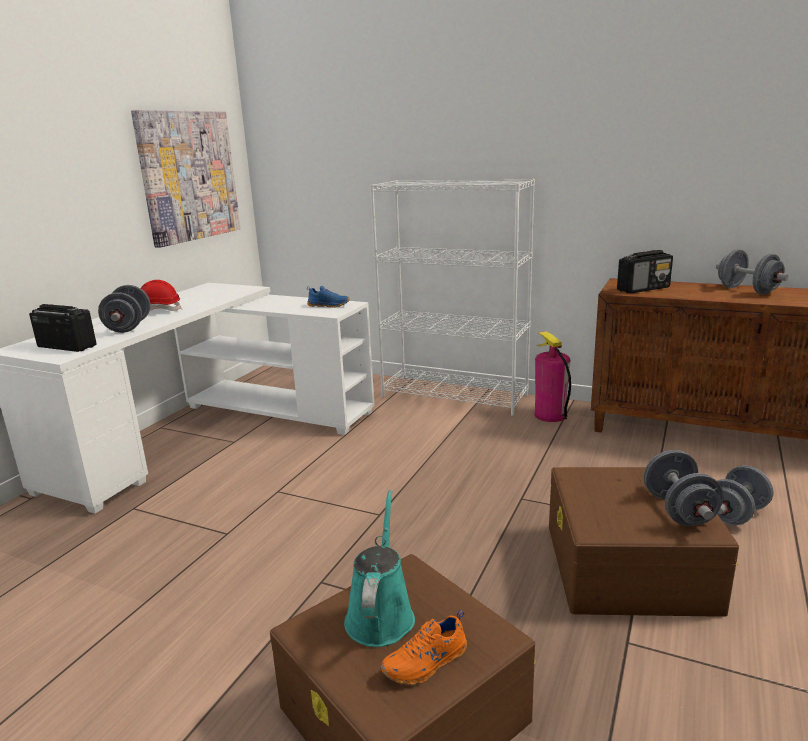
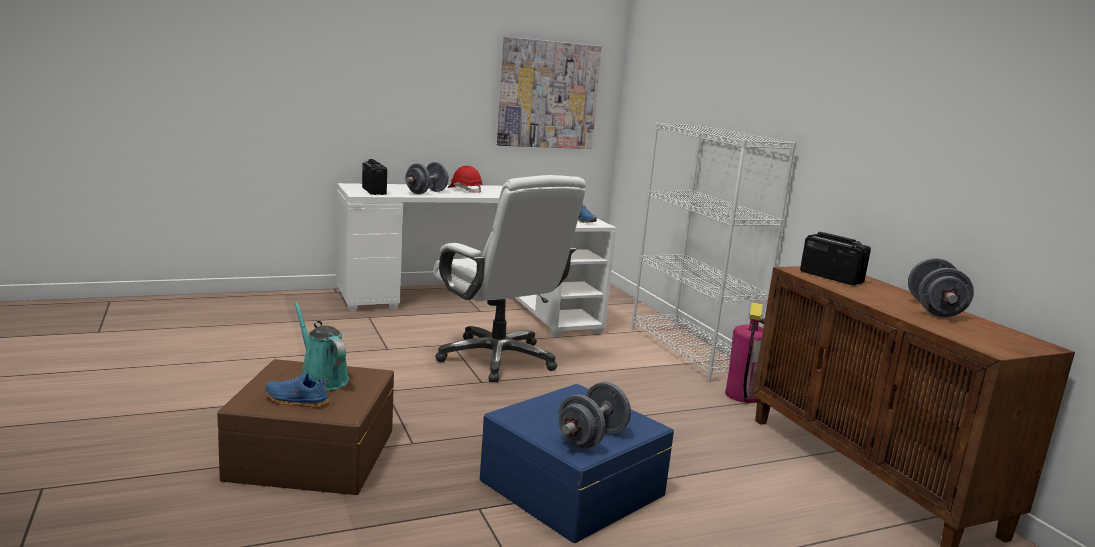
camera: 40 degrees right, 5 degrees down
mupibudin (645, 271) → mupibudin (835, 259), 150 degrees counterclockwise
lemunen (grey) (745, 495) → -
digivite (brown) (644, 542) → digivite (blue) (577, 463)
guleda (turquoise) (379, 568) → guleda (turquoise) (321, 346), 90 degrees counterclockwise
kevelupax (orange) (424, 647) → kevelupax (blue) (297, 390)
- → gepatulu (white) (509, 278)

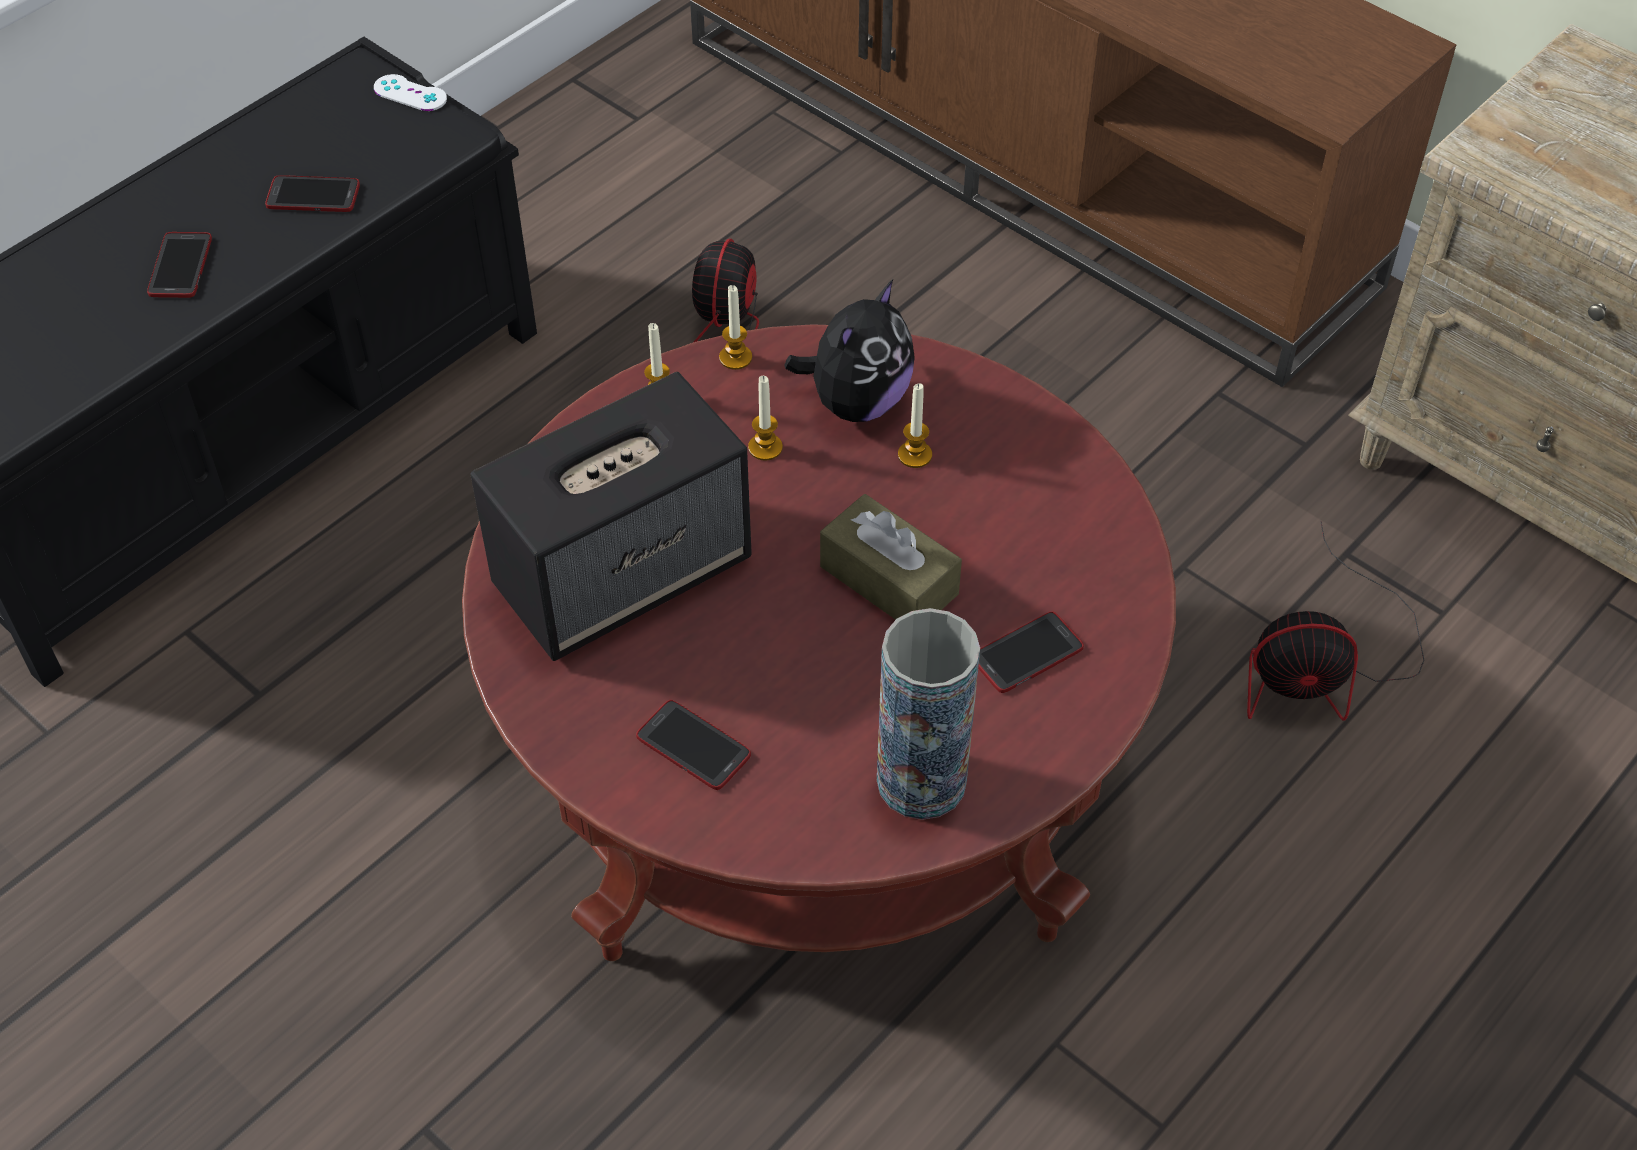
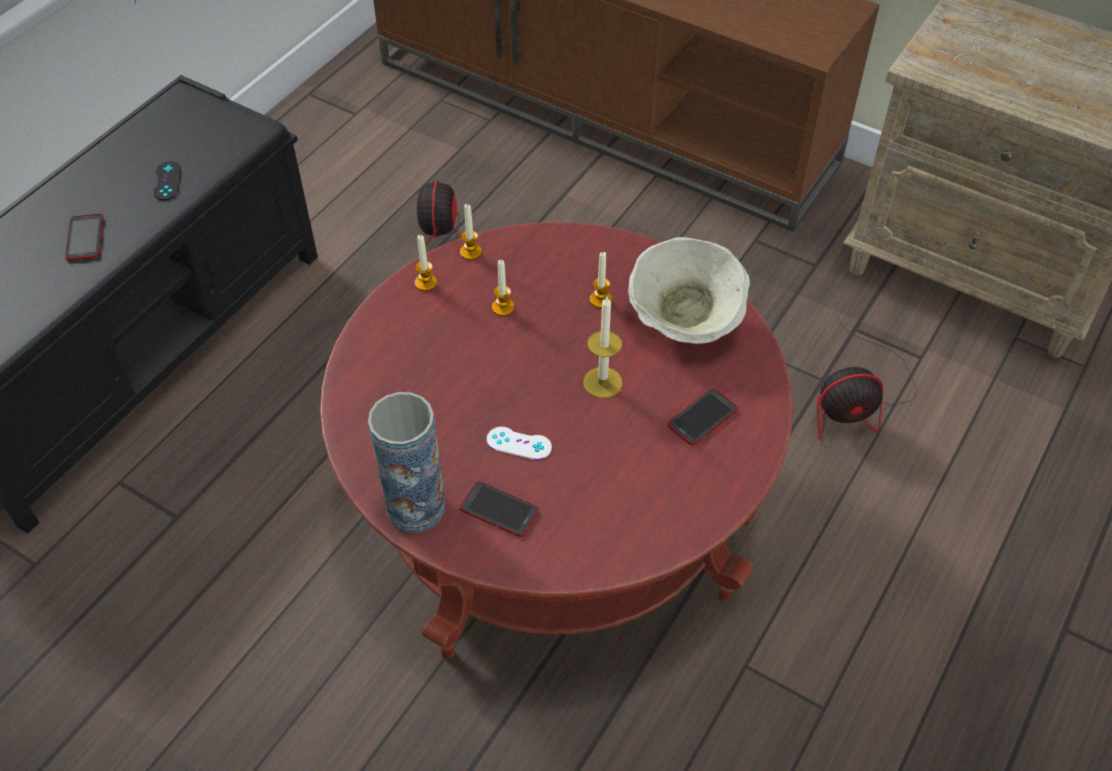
camera: 10 degrees left, 0 degrees up
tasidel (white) (410, 92) → tasidel (white) (519, 443), moved
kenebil (312, 193) → tasidel (black) (167, 180)
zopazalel (849, 350) → -
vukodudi (611, 516) → -
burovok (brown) (891, 557) → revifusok (602, 347)
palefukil (928, 714) → palefukil (406, 462), moved
- → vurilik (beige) (689, 290)

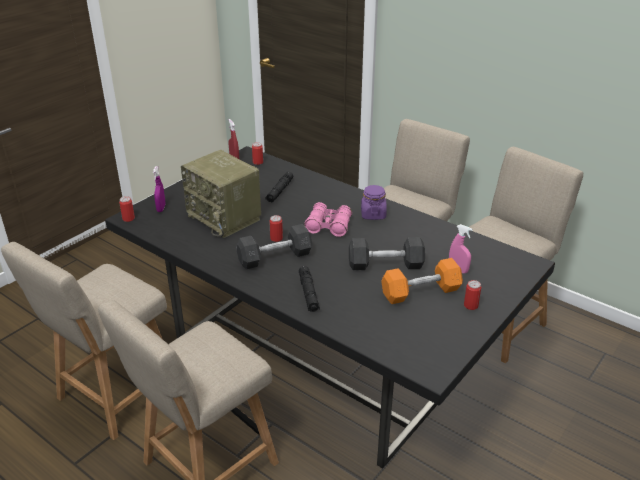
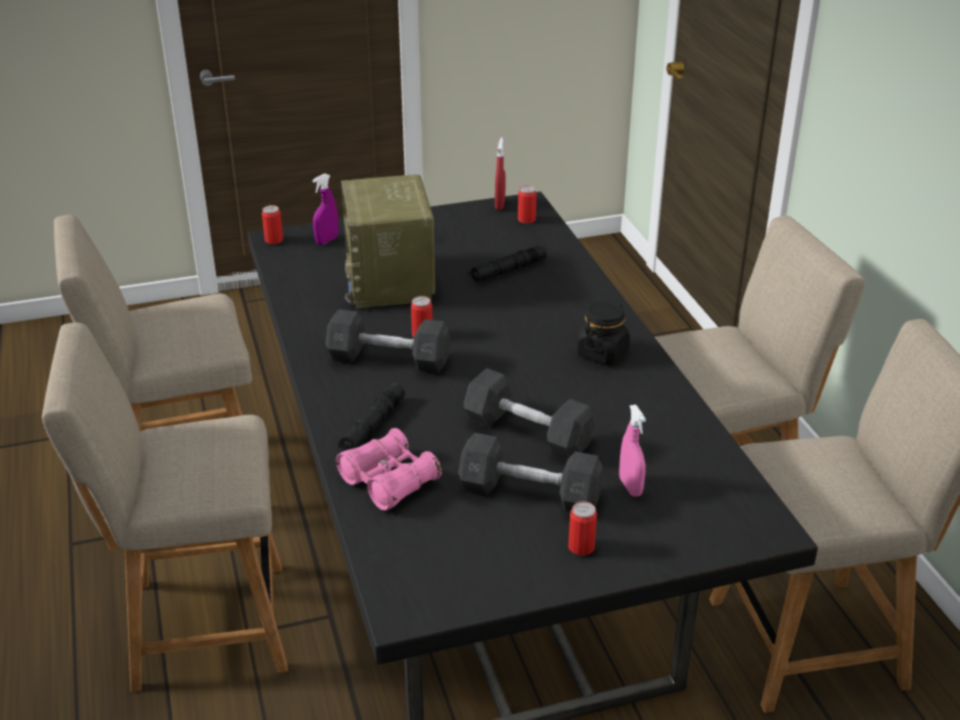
camera: 35 degrees right, 0 degrees up
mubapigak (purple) (374, 202) → mubapigak (black) (603, 333)
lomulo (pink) (328, 219) → lomulo (pink) (389, 469), moved
lemunen (orange) (422, 281) → lemunen (grey) (530, 472)

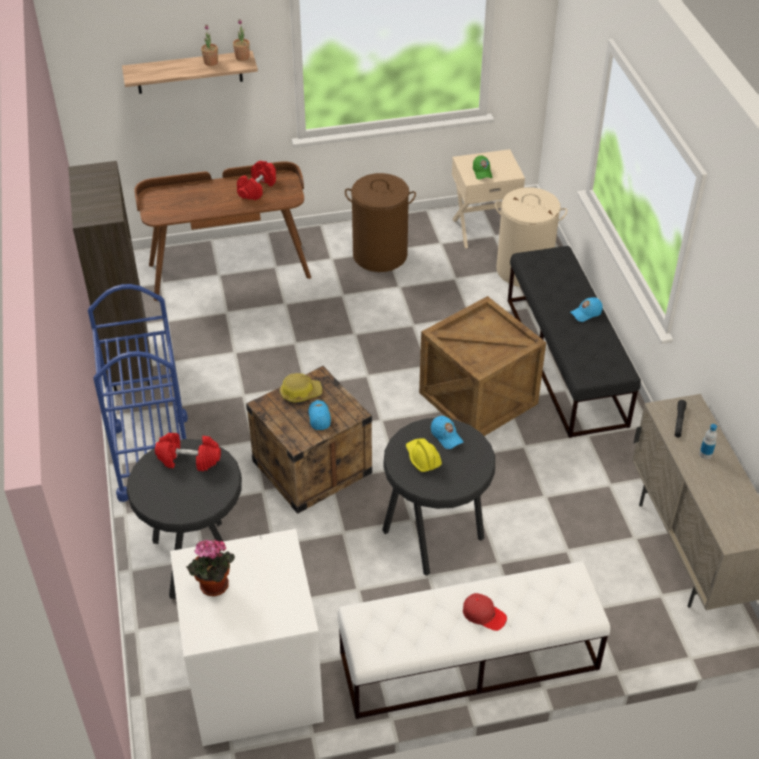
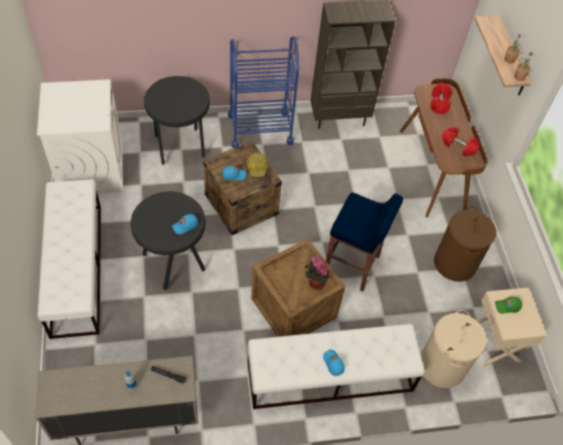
camera: 90 degrees right, 10 degrees up
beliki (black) (574, 342) → beliki (white) (336, 366)
lemunen (red) (188, 452) → lemunen (red) (441, 98), moved
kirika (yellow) (424, 455) → -
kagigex (210, 567) → kagigex (317, 273), moved
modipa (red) (485, 612) → -
- → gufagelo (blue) (364, 242)

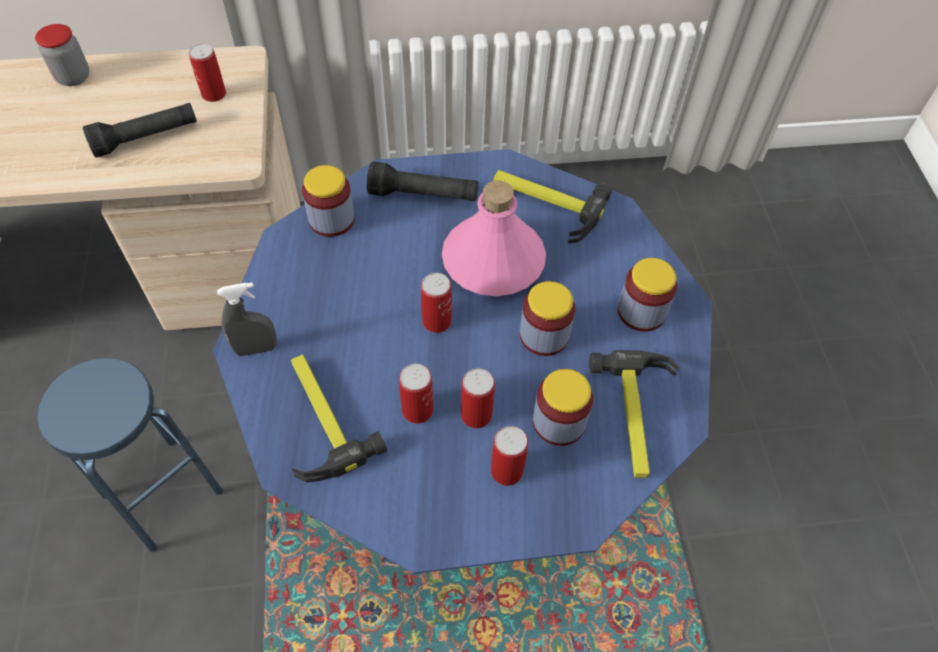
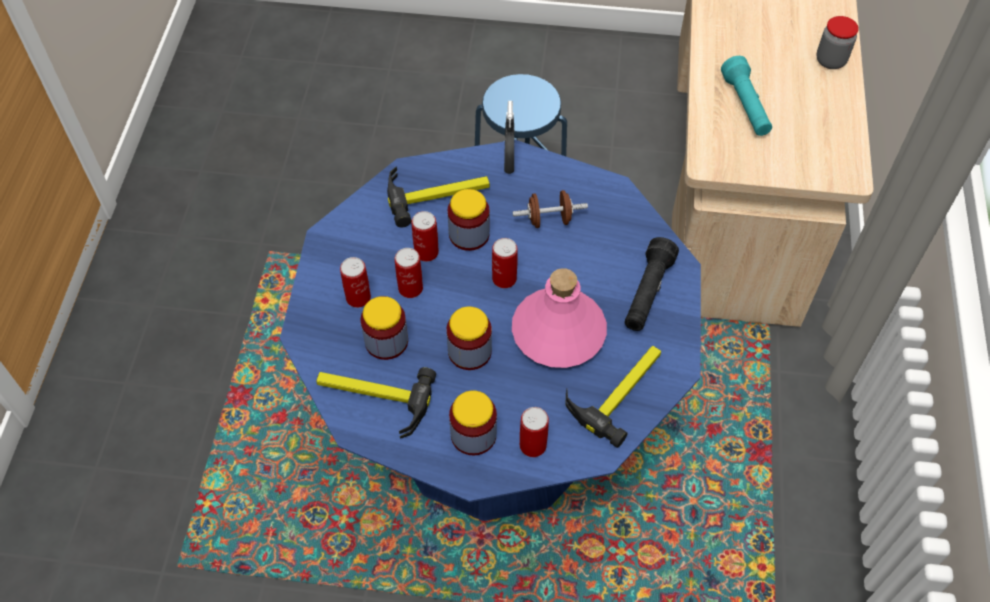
camera: 105 degrees right, 0 degrees up
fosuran (207, 73) → fosuran (534, 432), moved
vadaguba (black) (140, 130) → vadaguba (turquoise) (746, 96)
mubapigak (328, 201) → mubapigak (469, 220), moved
- → lemunen (brown) (550, 209)

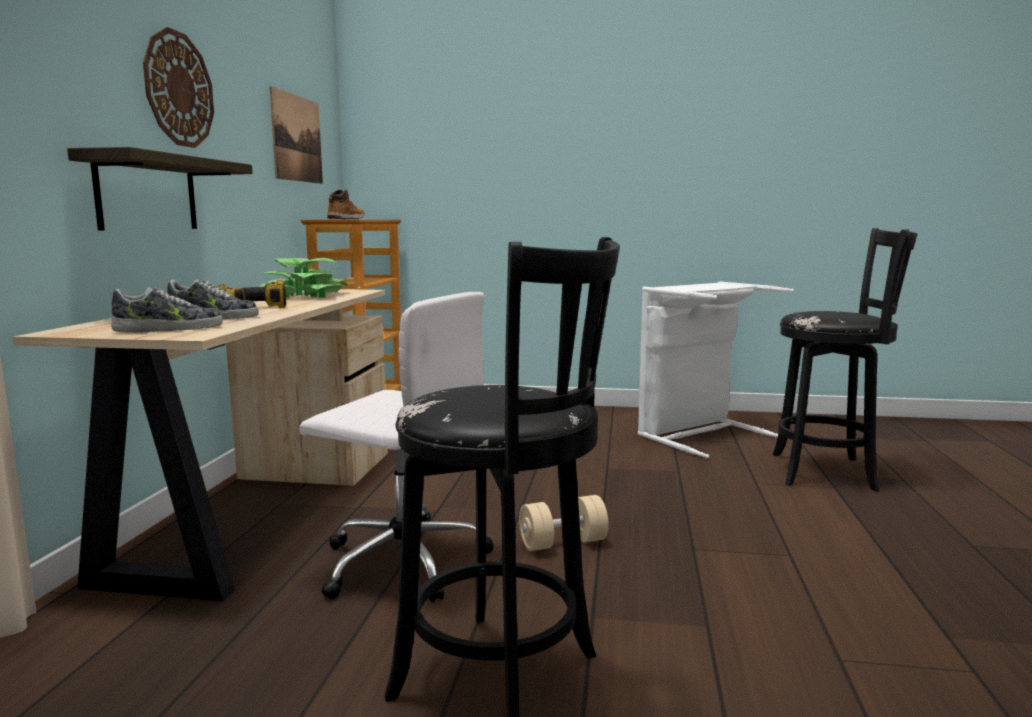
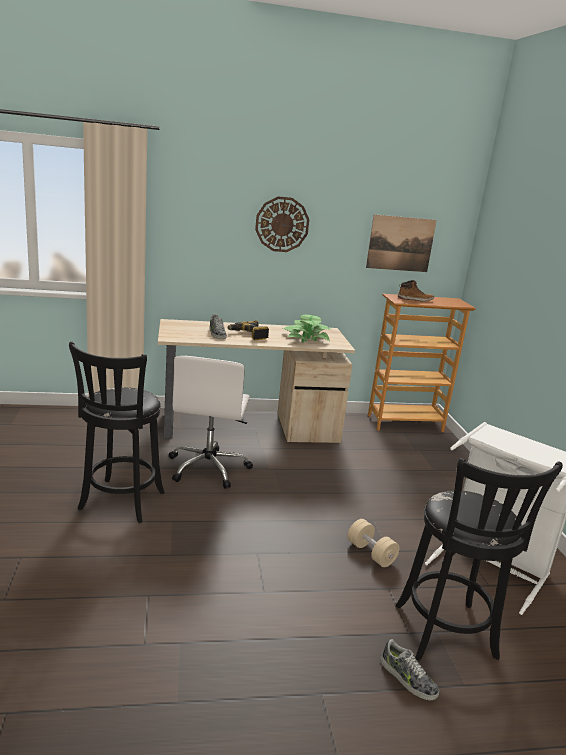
camera: 70 degrees right, 10 degrees up
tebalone (160, 189) → -
kevelupax (167, 310) → kevelupax (410, 669), moved
lemunen (beige) (564, 523) → lemunen (beige) (374, 543), moved

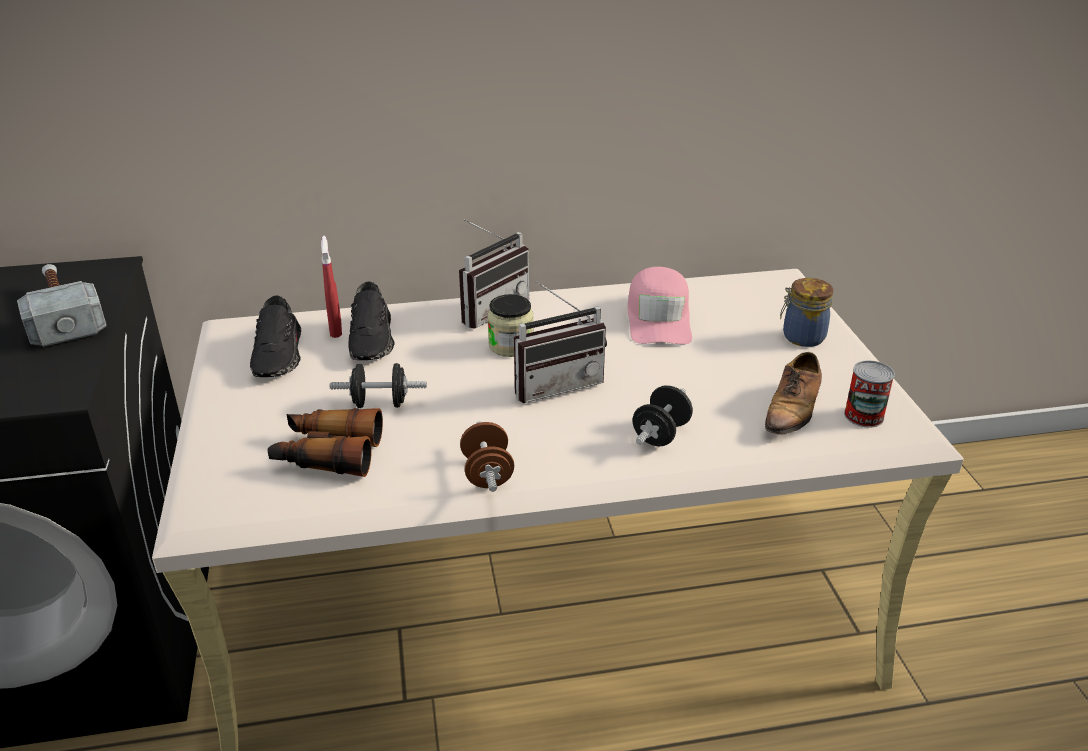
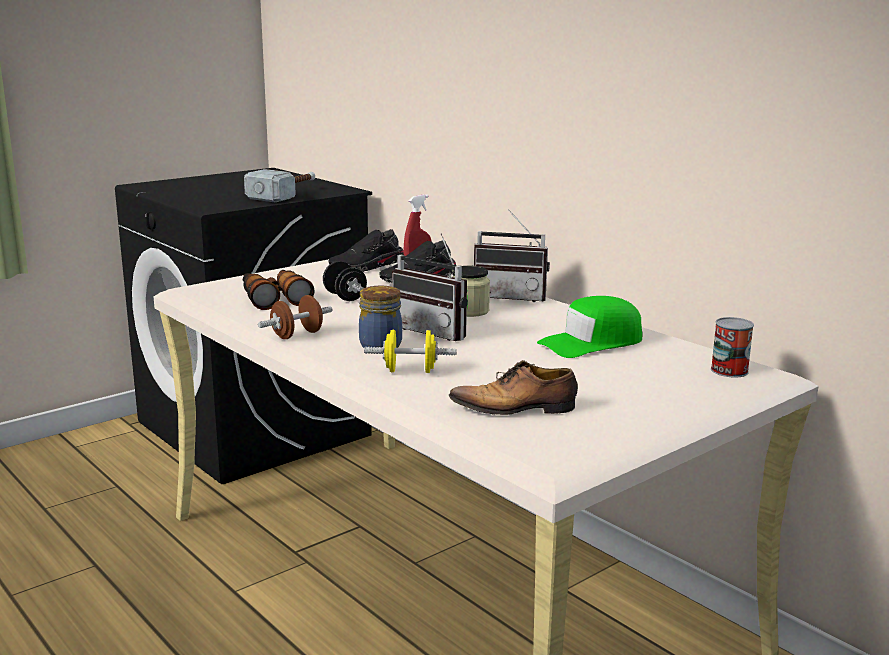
camera: 60 degrees right, 15 degrees down
modipa (pink) (659, 305) → modipa (green) (590, 327)
mubapigak (807, 312) → mubapigak (380, 317), moved
fosuran (869, 394) → fosuran (732, 347), moved
lemunen (black) (662, 415) → lemunen (yellow) (410, 351)

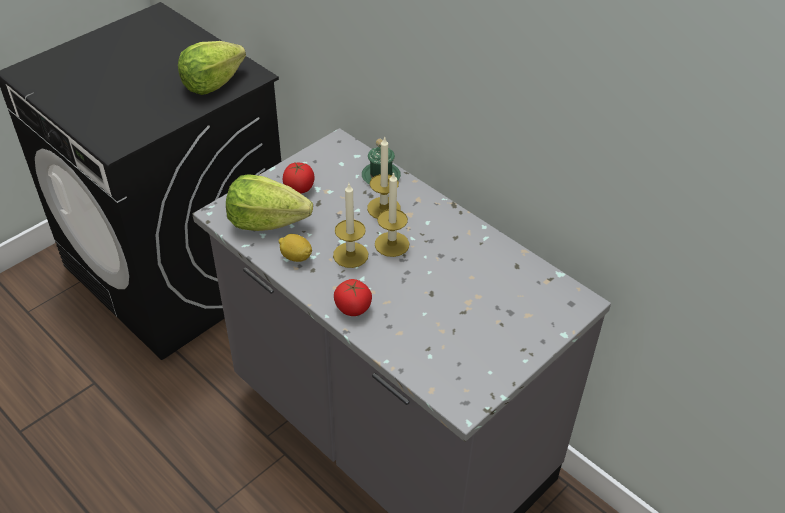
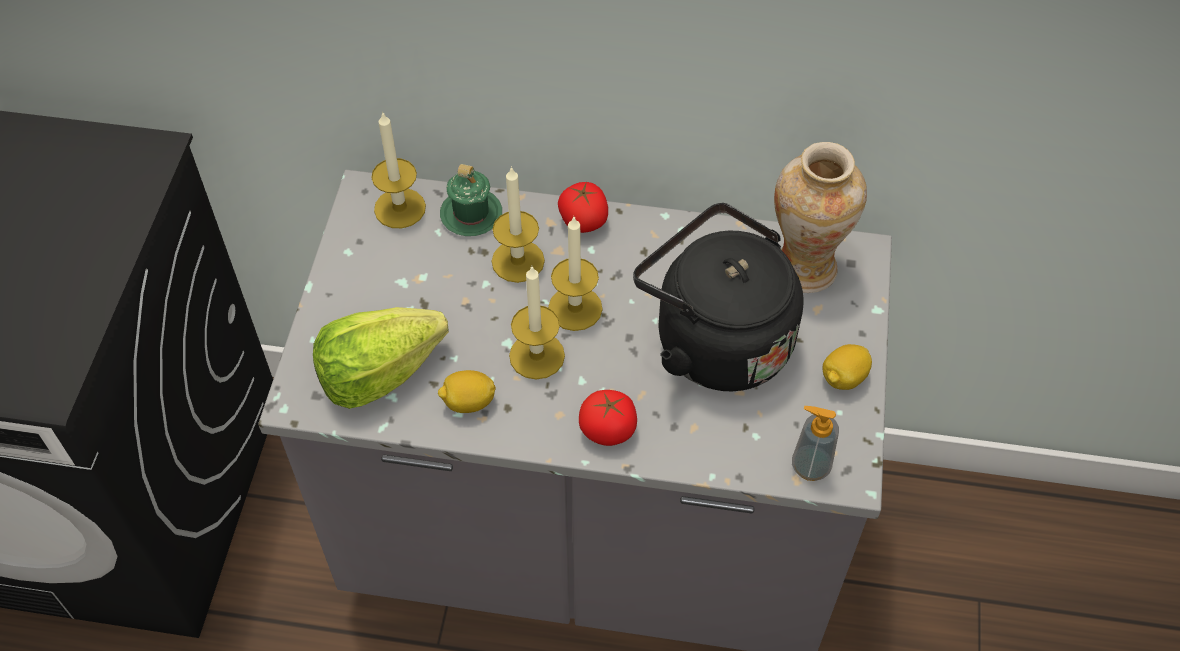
camera: 35 degrees left, 10 degrees up
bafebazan (212, 68) → -
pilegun (298, 178) → pilegun (583, 207), moved
- → revifusok (398, 169)
- → palefukil (820, 217)
- → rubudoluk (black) (718, 297)
- → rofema (847, 367)
- → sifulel (815, 443)

